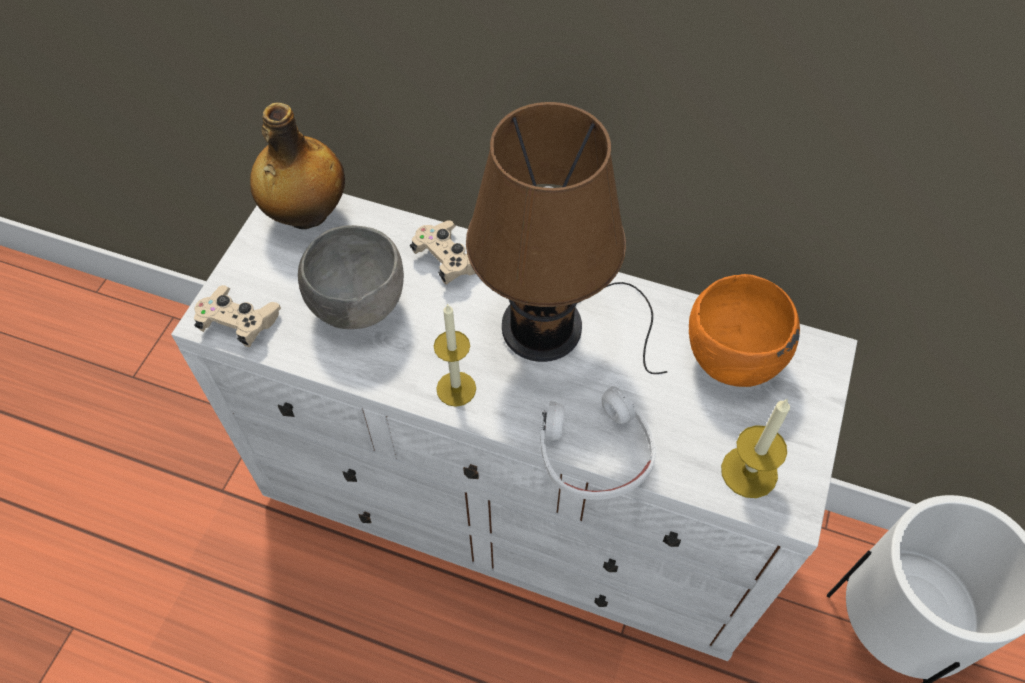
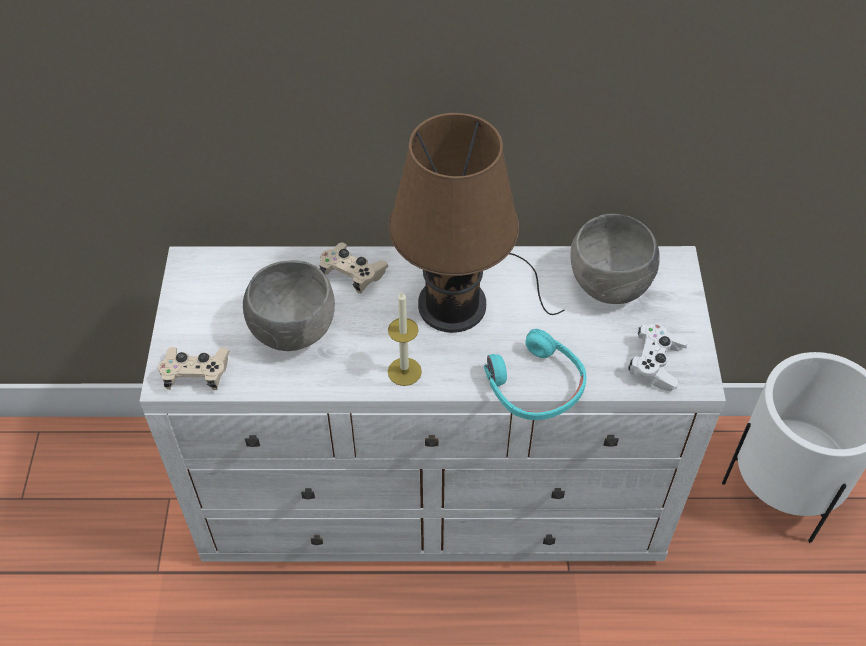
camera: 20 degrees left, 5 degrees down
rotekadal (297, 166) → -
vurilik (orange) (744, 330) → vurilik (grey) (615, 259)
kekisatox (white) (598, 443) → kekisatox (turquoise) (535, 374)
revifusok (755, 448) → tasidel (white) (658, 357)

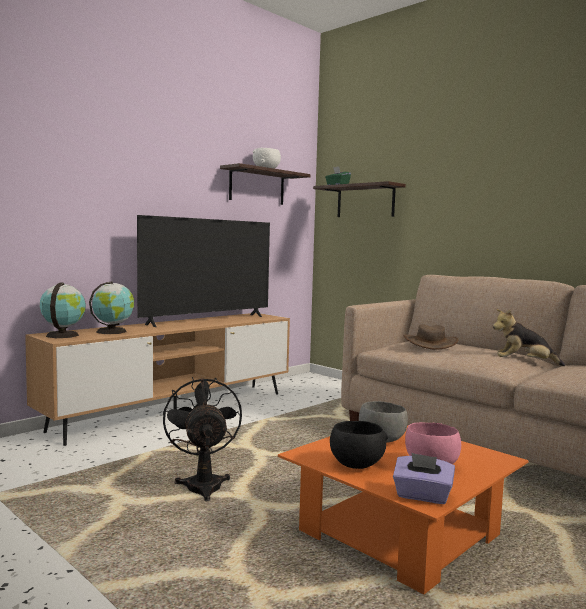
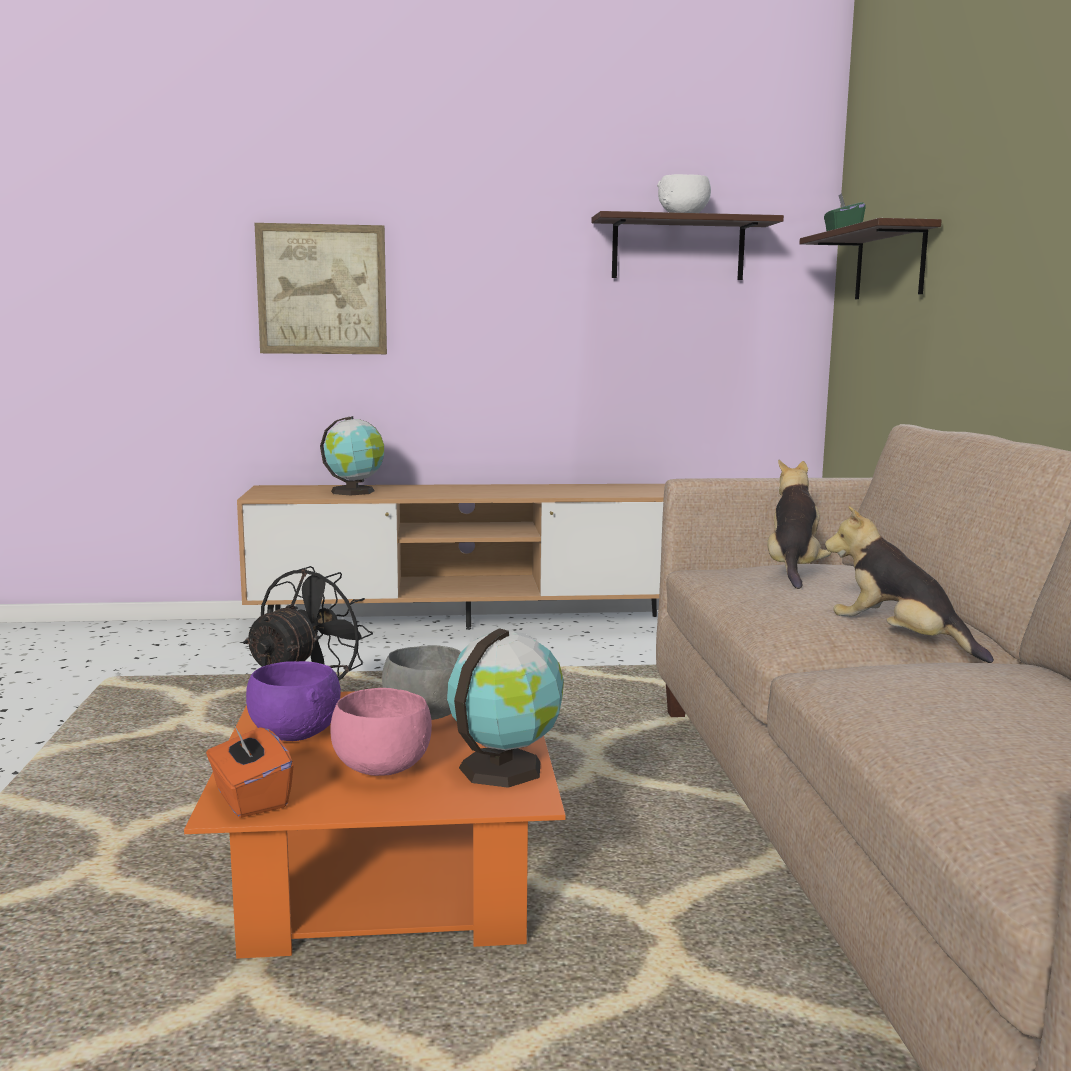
camera: 40 degrees right, 5 degrees up
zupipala (203, 271) → -
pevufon (63, 310) → pevufon (505, 708), moved
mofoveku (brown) (431, 337) → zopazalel (799, 524)
vurilik (black) (359, 445) → vurilik (purple) (293, 701)
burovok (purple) (424, 478) → burovok (orange) (250, 769)
- → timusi (321, 288)

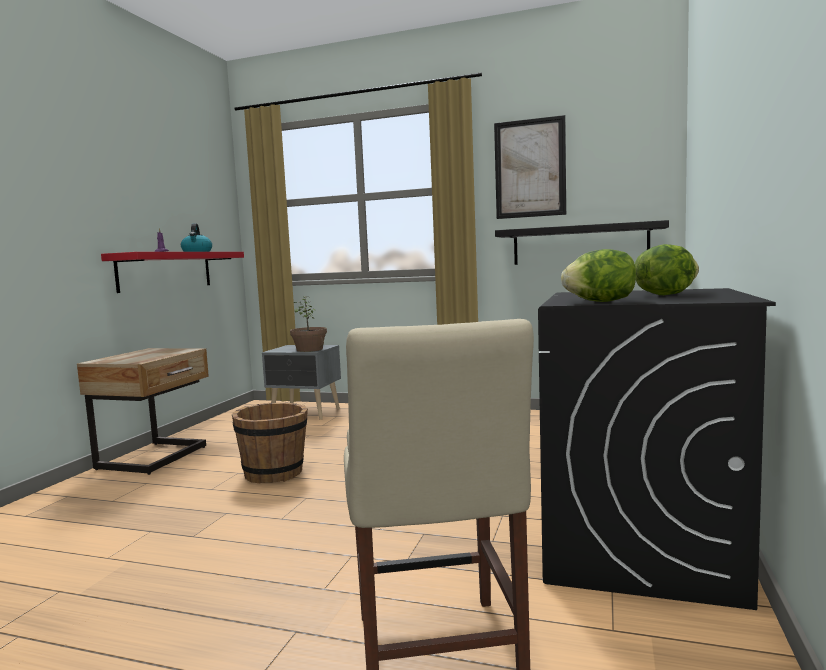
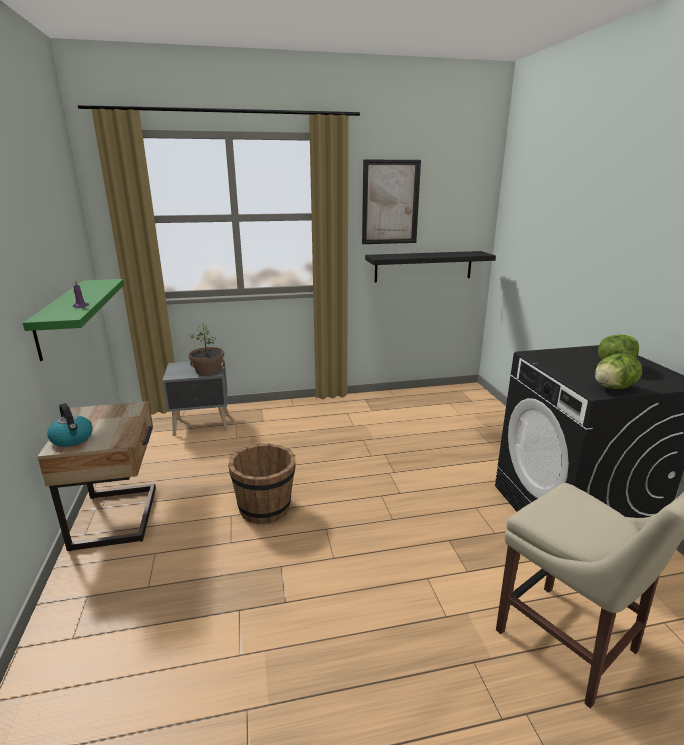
camera: 30 degrees left, 15 degrees up
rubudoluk (196, 237) → rubudoluk (70, 425), moved
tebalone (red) (172, 272) → tebalone (green) (73, 320)

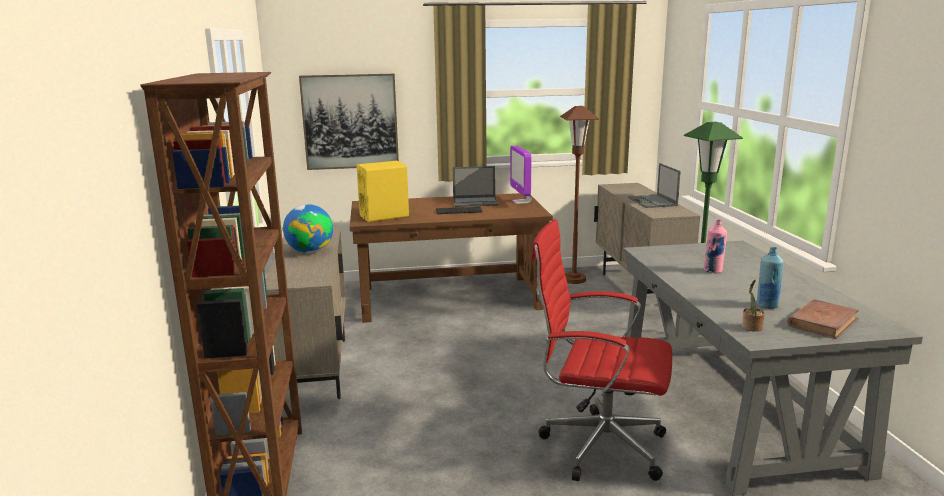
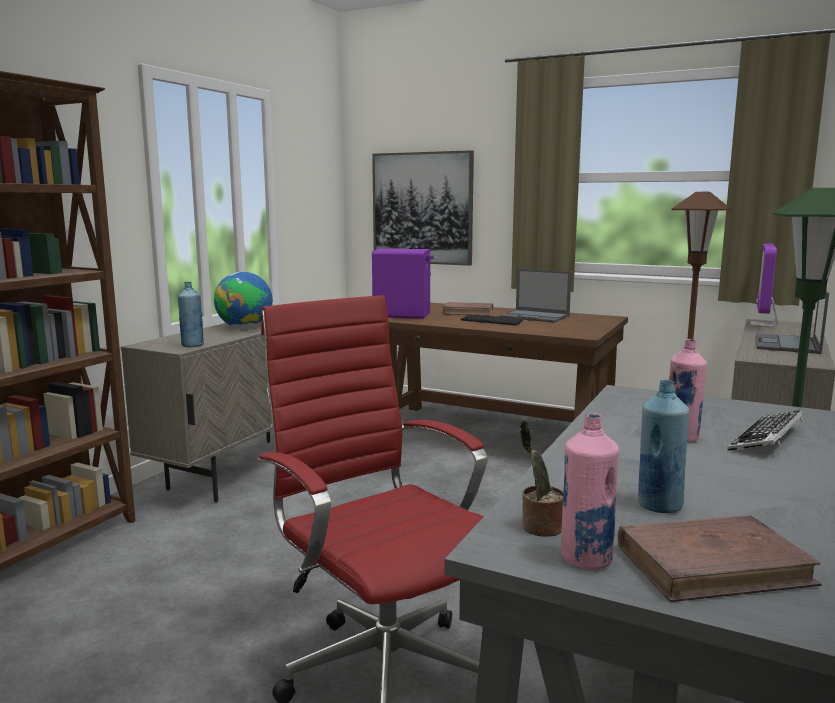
camera: 35 degrees right, 5 degrees down
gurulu (520, 175) → gurulu (764, 285), moved
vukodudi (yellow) (383, 191) → vukodudi (purple) (403, 284)
- → rotekadal (blue) (191, 314)
- → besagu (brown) (467, 309)
- → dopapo (765, 430)
- → rotekadal (pink) (590, 491)

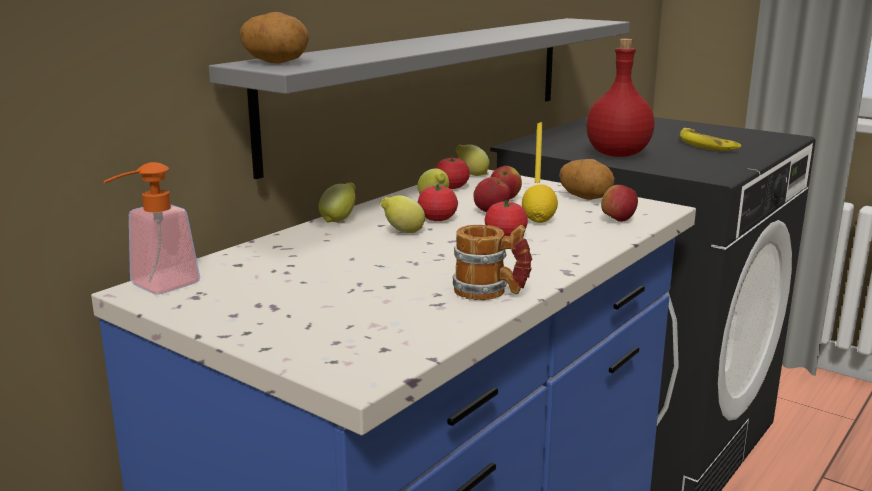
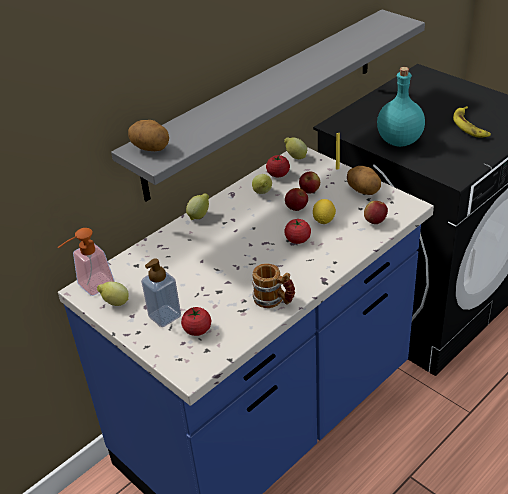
camera: 10 degrees right, 20 degrees up
rotekadal (red) (620, 98) → rotekadal (turquoise) (401, 107)
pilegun (438, 202) → pilegun (196, 321), moved
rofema (402, 214) → rofema (113, 294), moved
- → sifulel (161, 292)

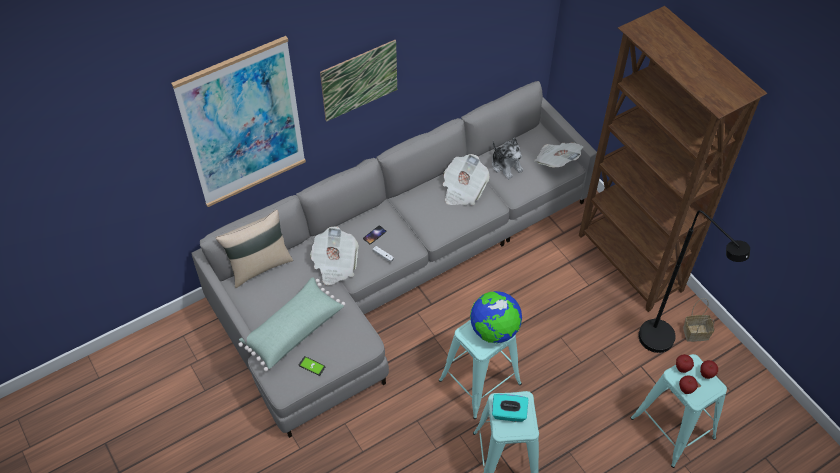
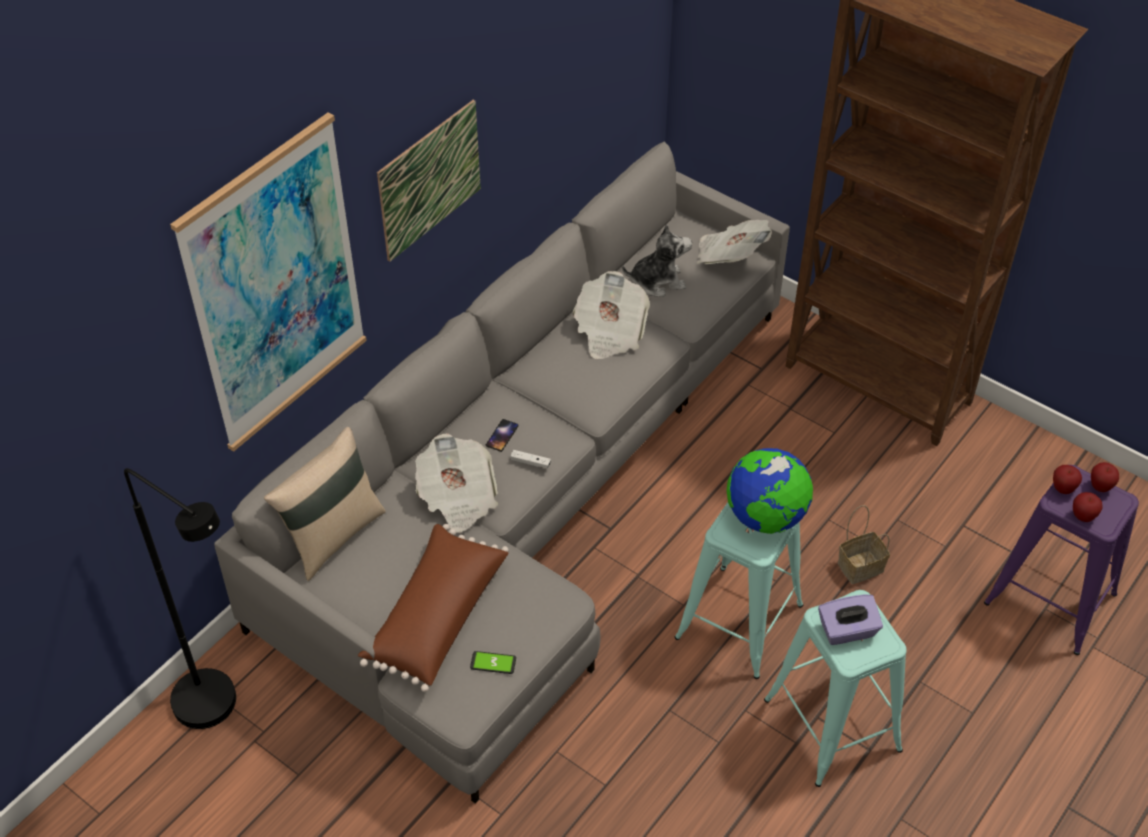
camera: 20 degrees left, 5 degrees down
zopazalel (507, 158) → zopazalel (657, 260), 45 degrees counterclockwise
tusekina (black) (694, 281) → tusekina (black) (180, 598), moved
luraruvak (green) (291, 325) → luraruvak (brown) (433, 608)
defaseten (699, 320) → defaseten (864, 544), moved
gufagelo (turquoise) (678, 411) → gufagelo (purple) (1061, 560)
burovok (turquoise) (510, 408) → burovok (purple) (850, 620)

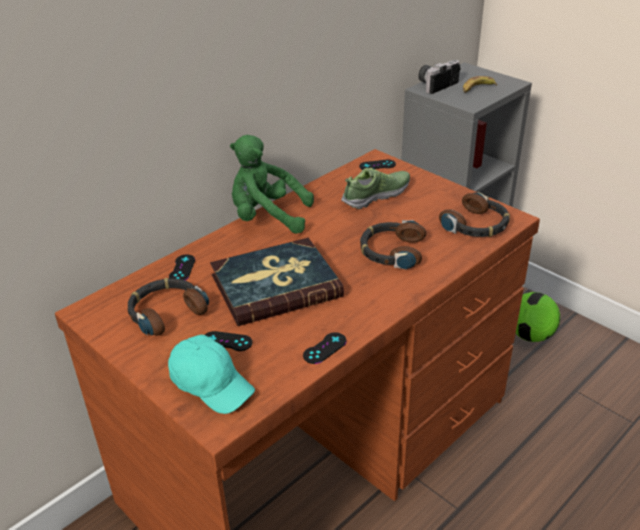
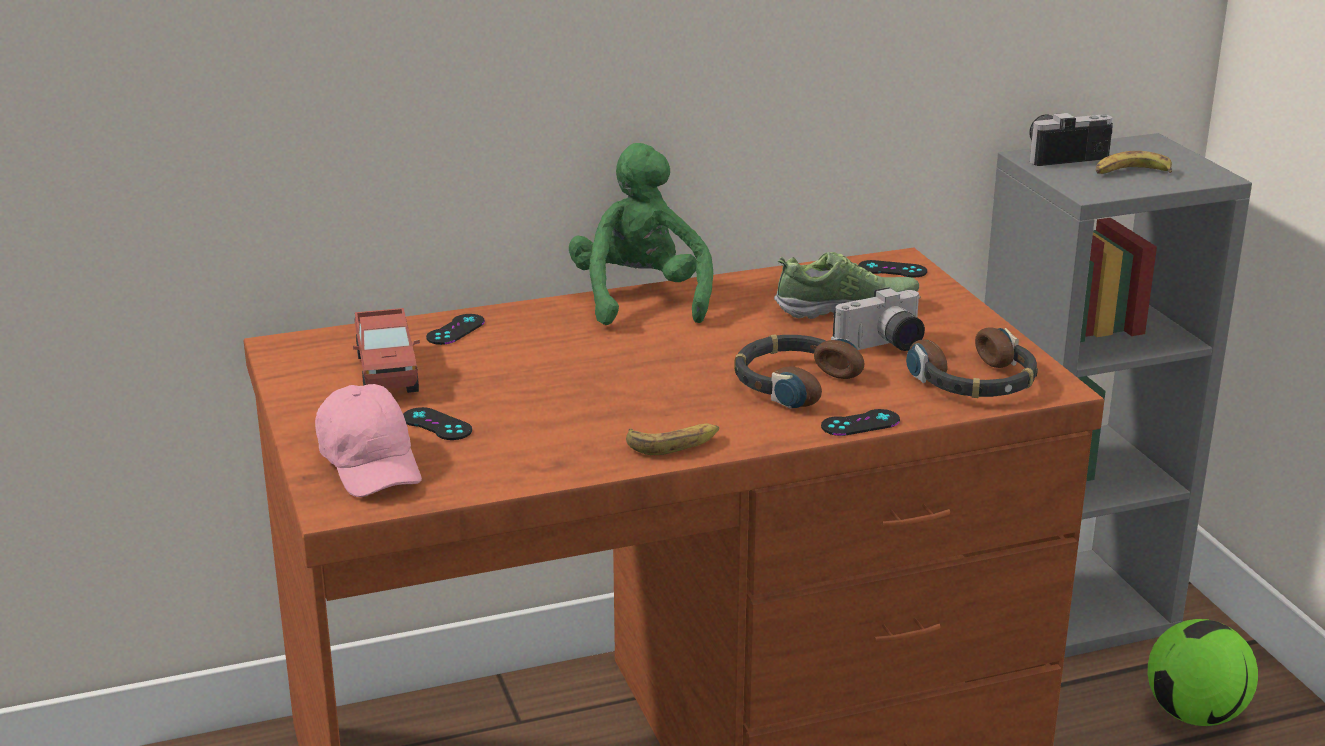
camera: 25 degrees right, 10 degrees down
zopazalel (green) (272, 184) → zopazalel (green) (641, 234), 45 degrees clockwise
besagu (277, 282) → -
kekisatox (168, 307) → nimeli (386, 350)
tasidel (black) (325, 348) → tasidel (black) (860, 422), moved
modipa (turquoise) (211, 374) → modipa (pink) (368, 440)
- → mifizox (879, 319)
- → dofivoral (672, 439)

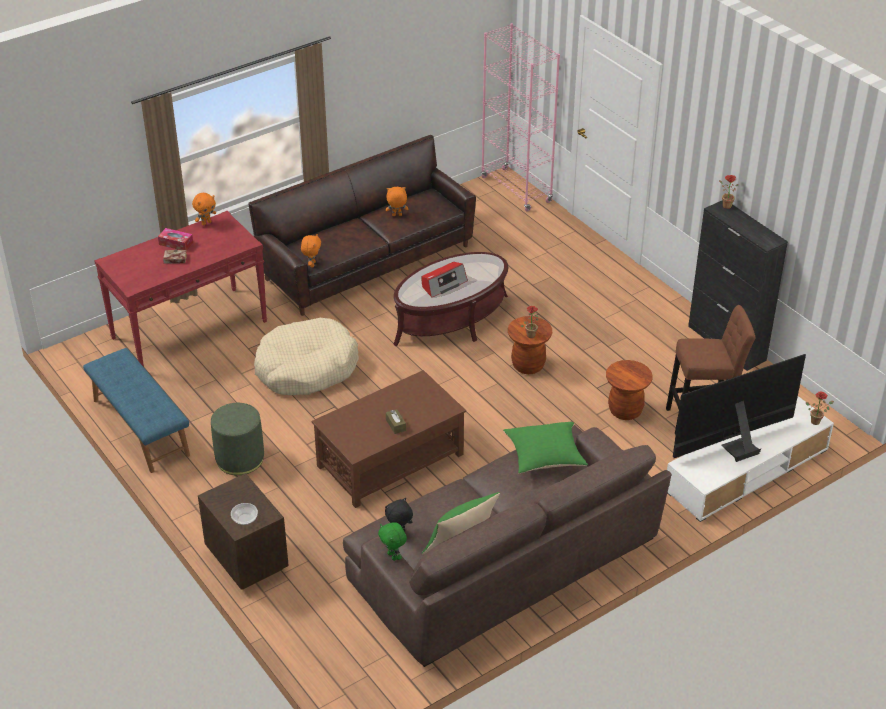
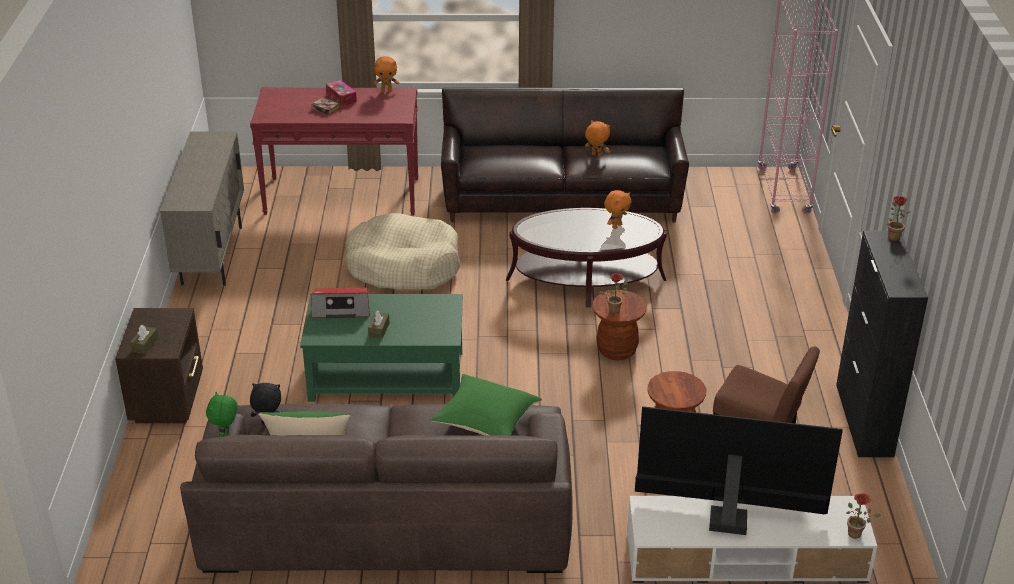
camera: 35 degrees right, 5 degrees down
zopazalel (orange) (311, 250) → zopazalel (orange) (617, 209), moved
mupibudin (445, 279) → mupibudin (340, 303), moved
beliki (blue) (136, 410) → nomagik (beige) (202, 209)
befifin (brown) (389, 439) → befifin (green) (381, 348)
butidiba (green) (237, 439) → -
vurilik (244, 514) → burovok (brown) (144, 339)

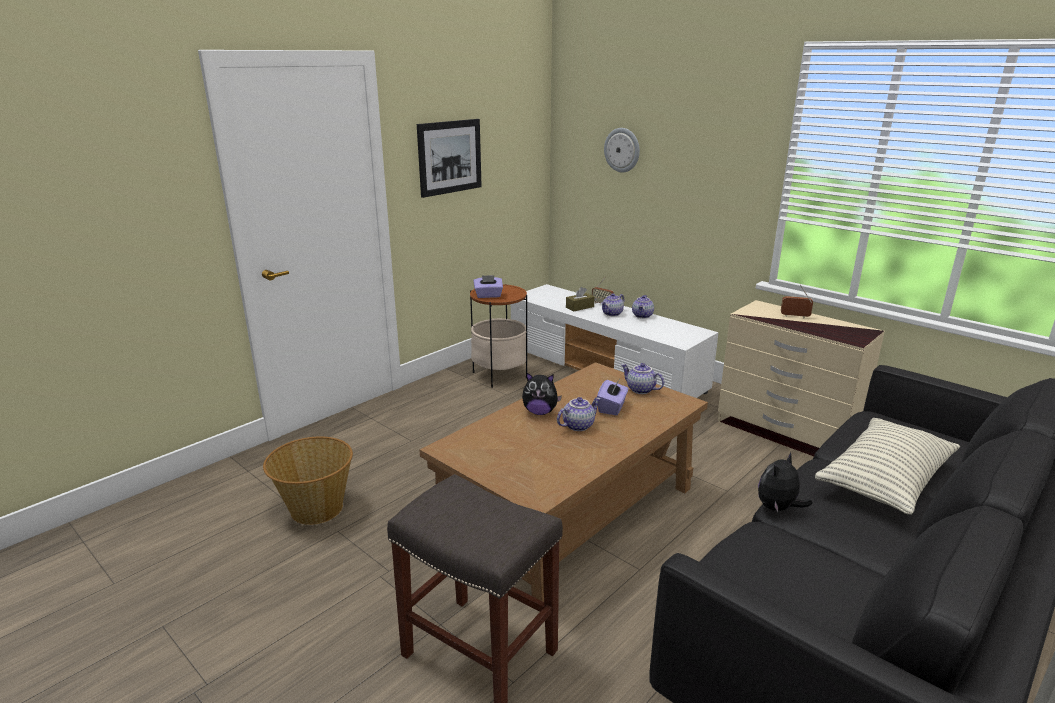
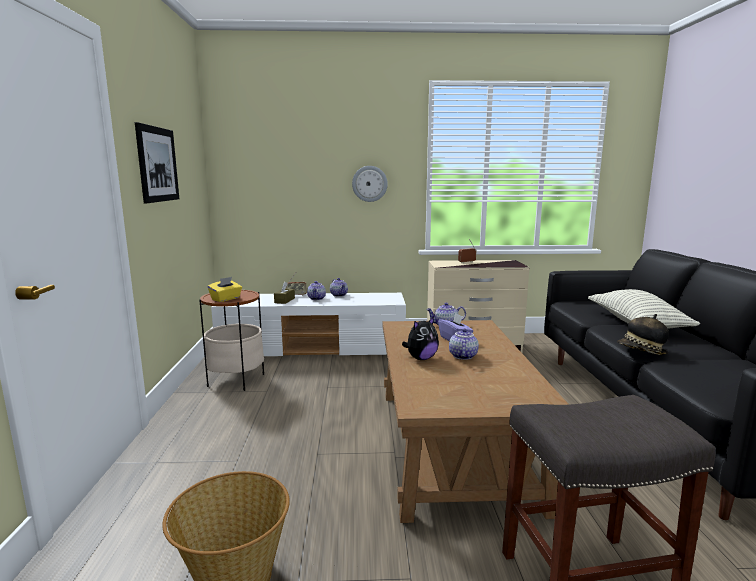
camera: 45 degrees left, 10 degrees down
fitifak (622, 150) → fitifak (370, 184), moved
burovok (purple) (488, 286) → burovok (yellow) (225, 289)
zopazalel (785, 482) → mofoveku (643, 334)

